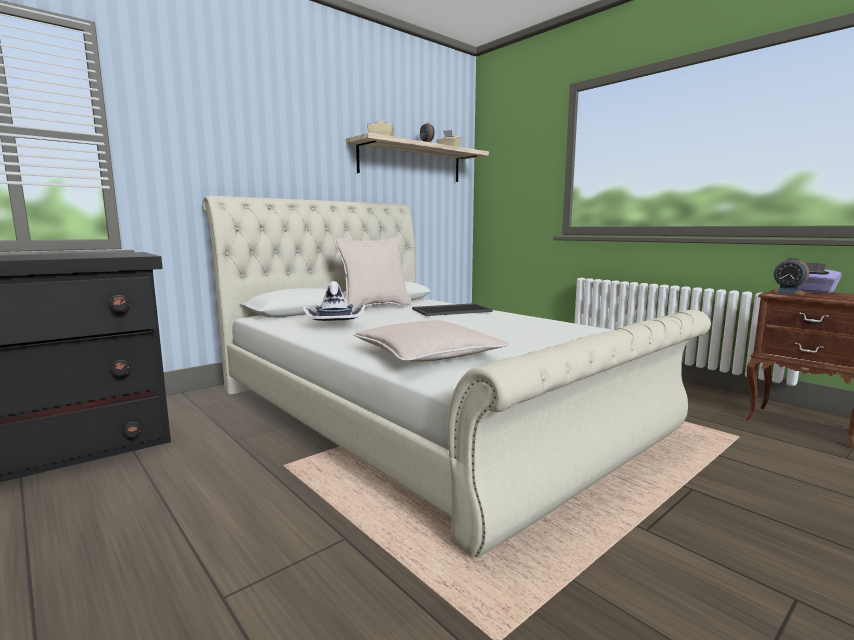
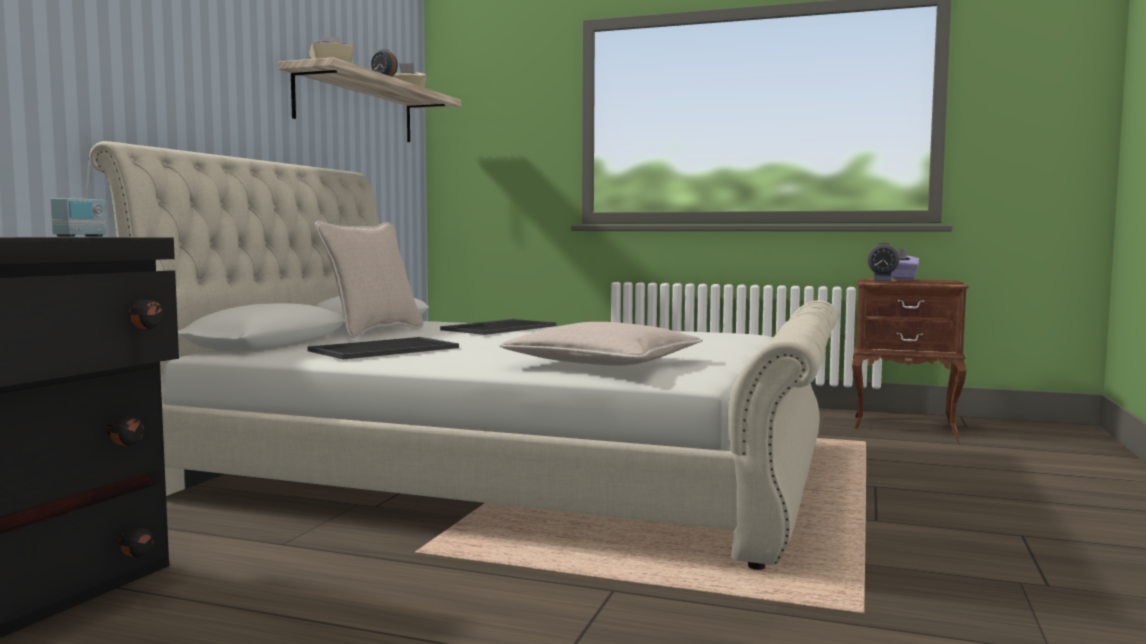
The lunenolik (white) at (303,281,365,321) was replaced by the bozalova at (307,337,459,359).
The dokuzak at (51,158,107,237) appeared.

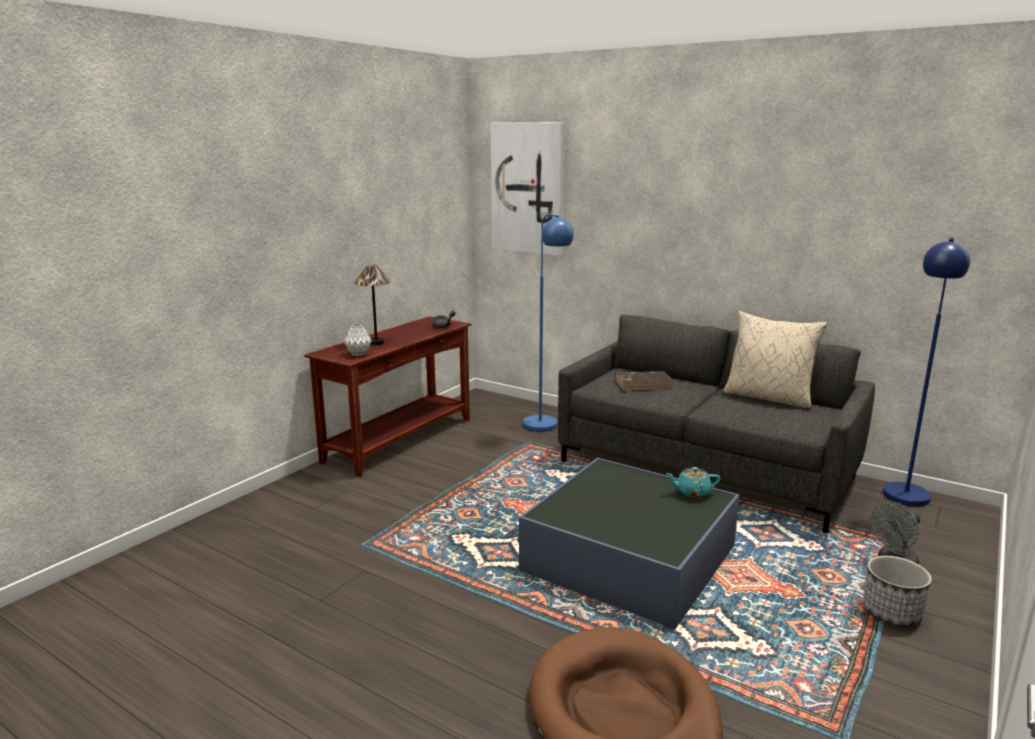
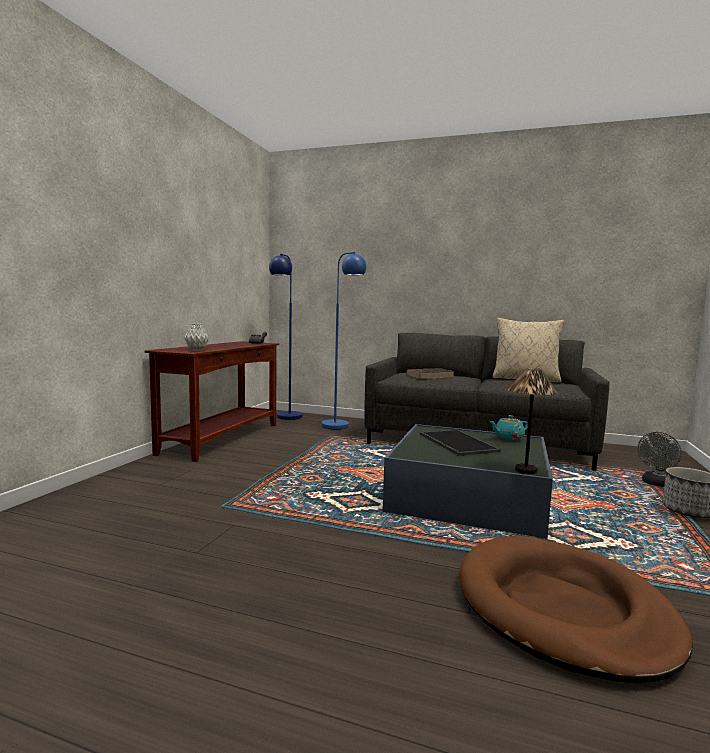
The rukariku at (491,122,565,256) disappeared.
The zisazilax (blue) moved from (883,236,970,507) to (269,254,303,420).
The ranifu moved from (354,265,391,345) to (507,368,558,474).
The bozalova at (420,430,501,456) appeared.

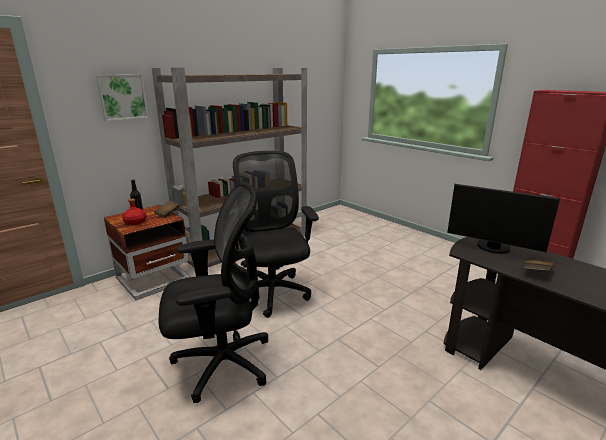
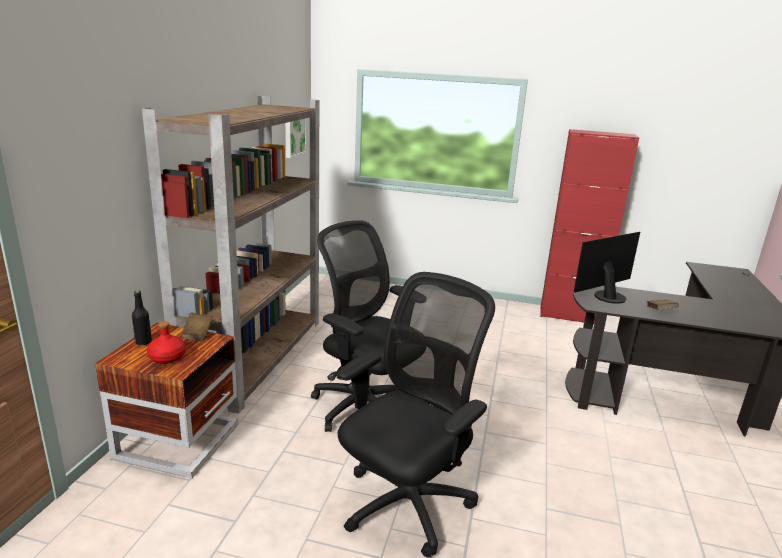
The rukariku moved from (96,75,149,121) to (285,119,306,158).
The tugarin at (447,184,560,254) turned 150 degrees clockwise.

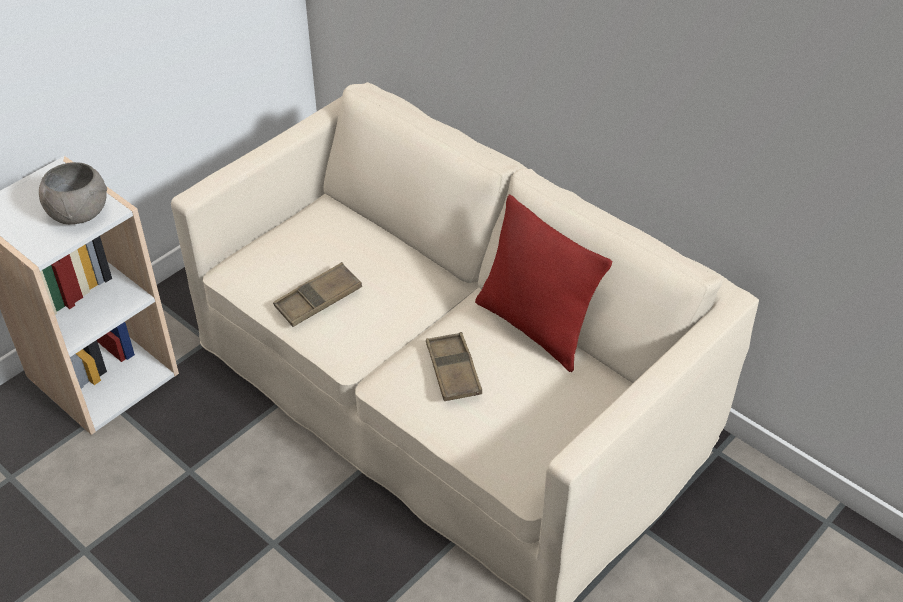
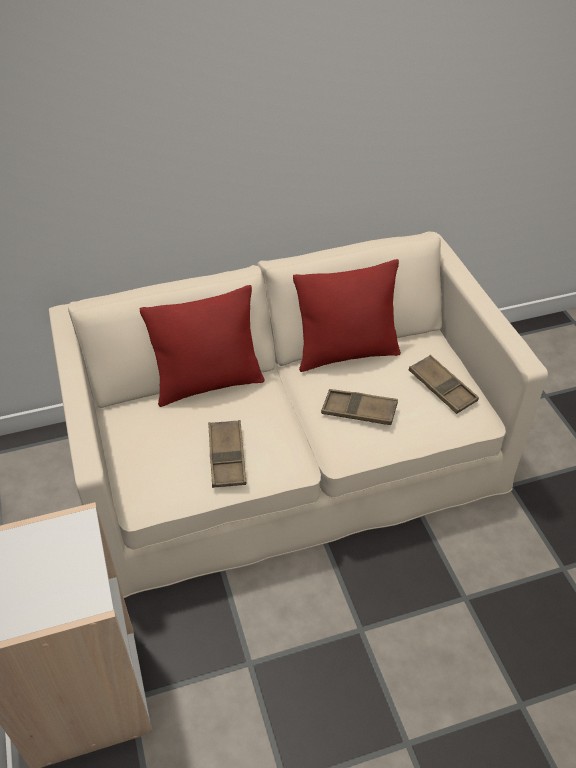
The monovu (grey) at (39,162,107,224) disappeared.
The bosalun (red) at (140,285,265,407) appeared.
The bozalova (brown) at (409,355,479,414) appeared.

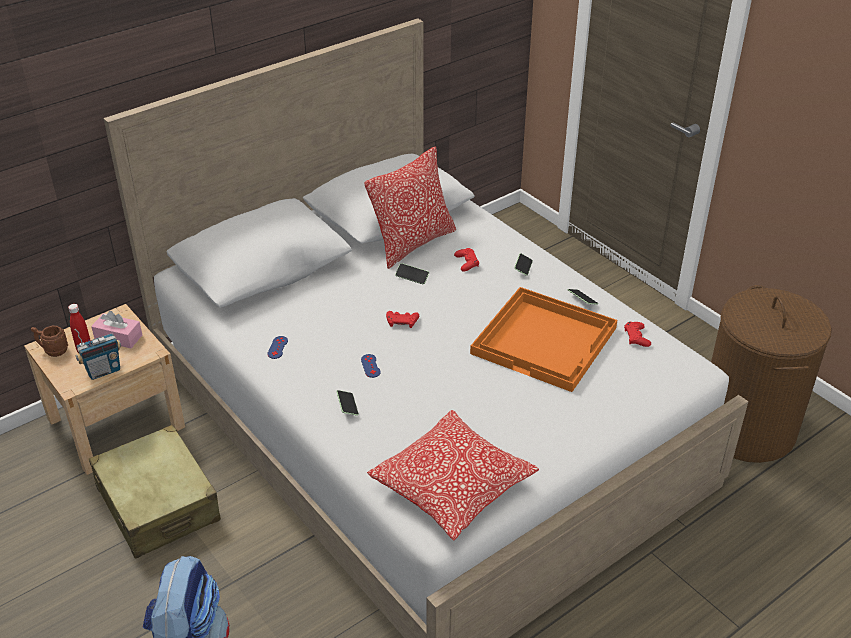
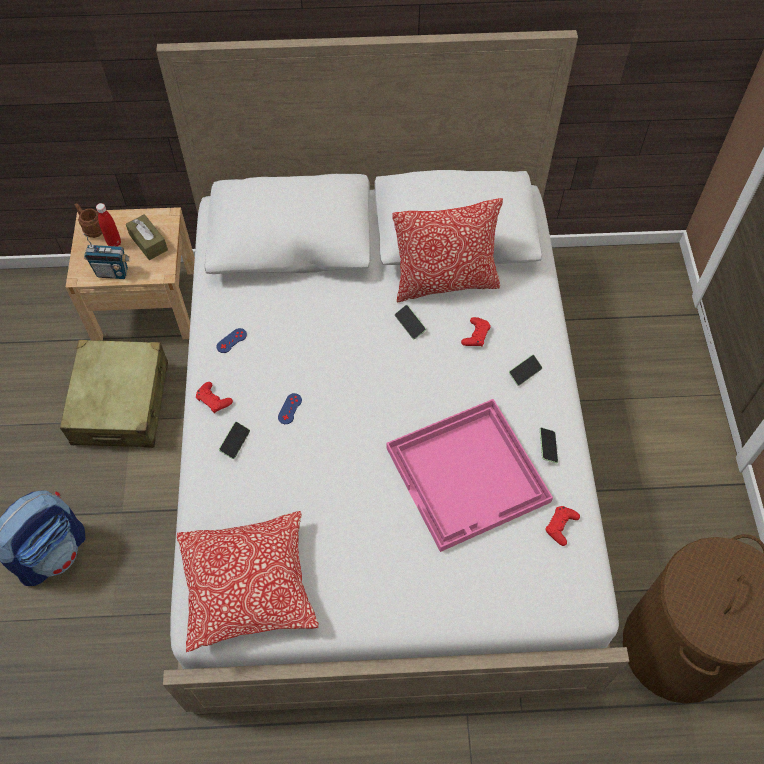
The bozalova (orange) at (470,287,617,392) became the bozalova (pink) at (386,399,553,552).
The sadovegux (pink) at (91,311,142,348) became the sadovegux (brown) at (126,214,168,260).
The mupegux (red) moved from (386,311,419,328) to (196,382,233,413).

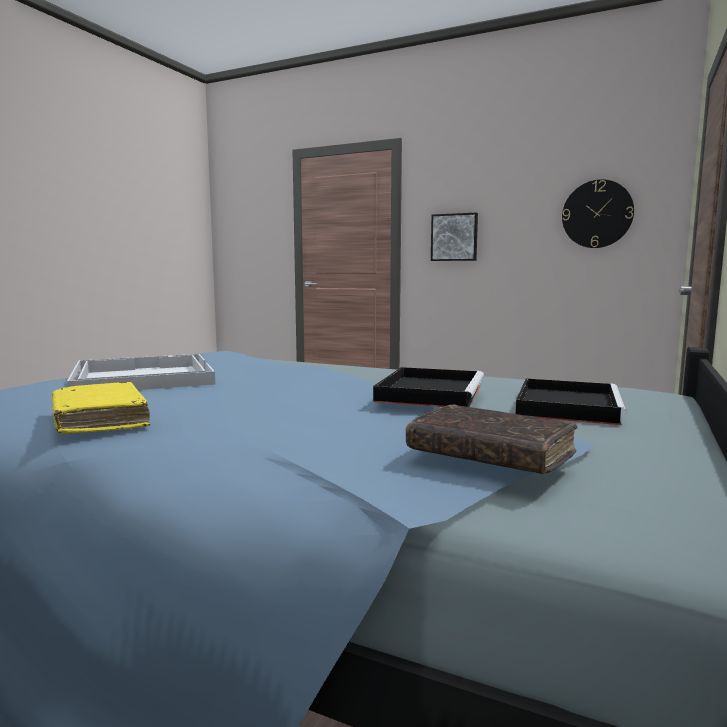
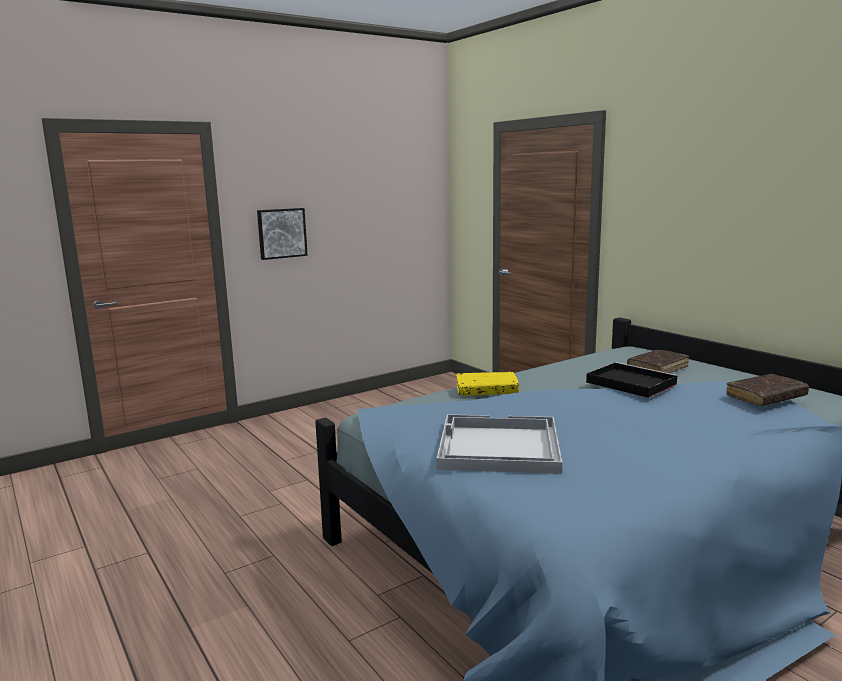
The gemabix at (562,179,634,248) disappeared.
The bozalova (black) at (515,378,626,425) was replaced by the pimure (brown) at (627,350,689,373).
The pimure (yellow) moved from (52,381,150,434) to (456,372,519,396).

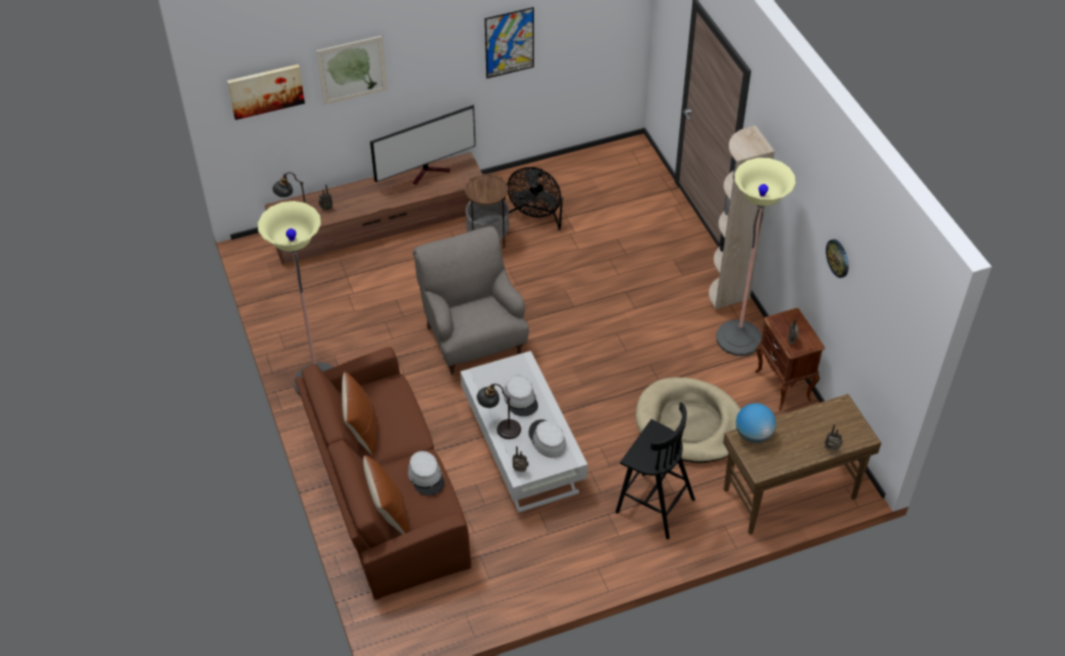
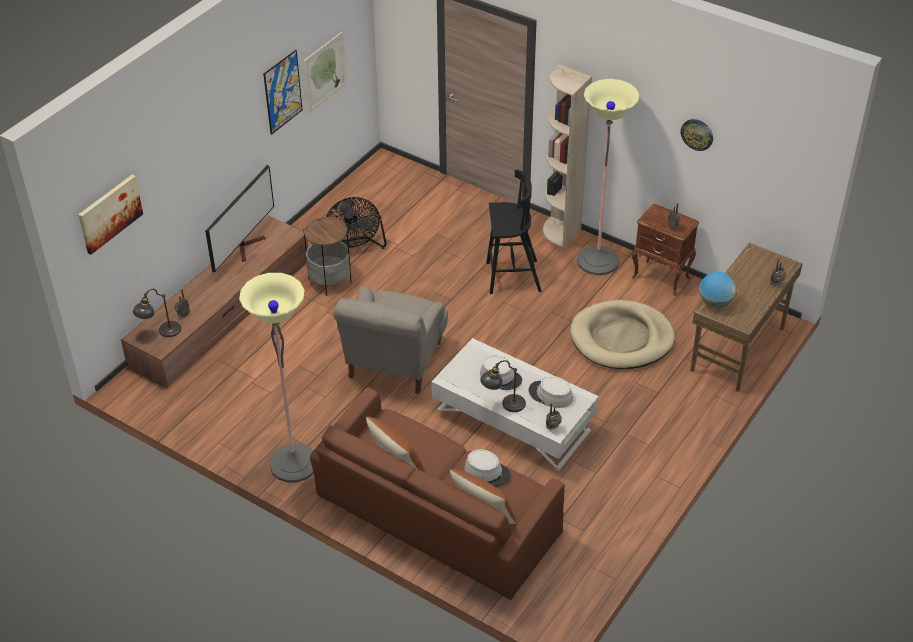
The rukariku moved from (316,36,388,105) to (304,32,347,114).
The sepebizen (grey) at (413,226,529,375) turned 105 degrees counterclockwise.
The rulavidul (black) moved from (615,402,695,539) to (486,169,542,294).

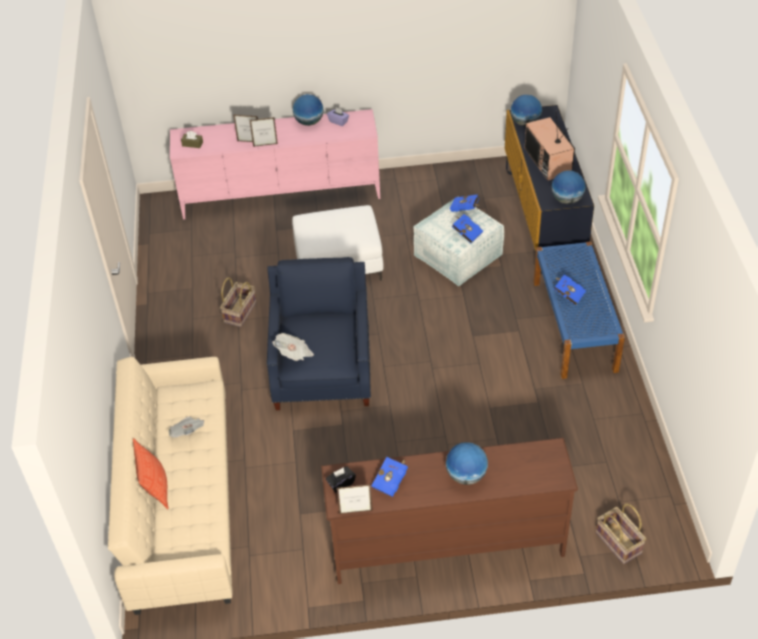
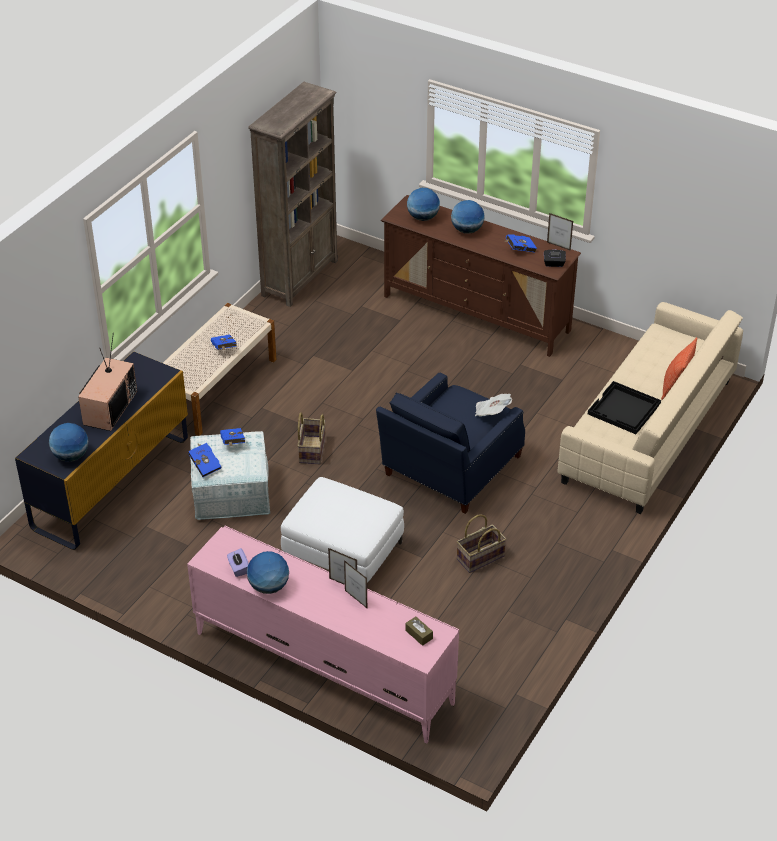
The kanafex moved from (552,170,585,204) to (407,188,440,221).
The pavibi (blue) at (533,241,625,379) became the pavibi (beige) at (163,303,276,436).
The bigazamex at (168,416,205,438) was replaced by the bozalova (black) at (588,381,661,434).
The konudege moved from (596,504,646,564) to (297,412,326,464).
The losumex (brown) at (248,82,338,307) appeared.

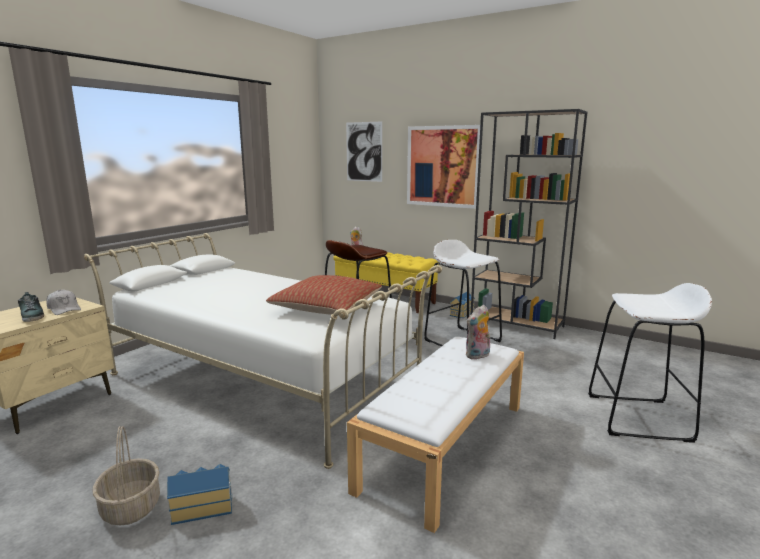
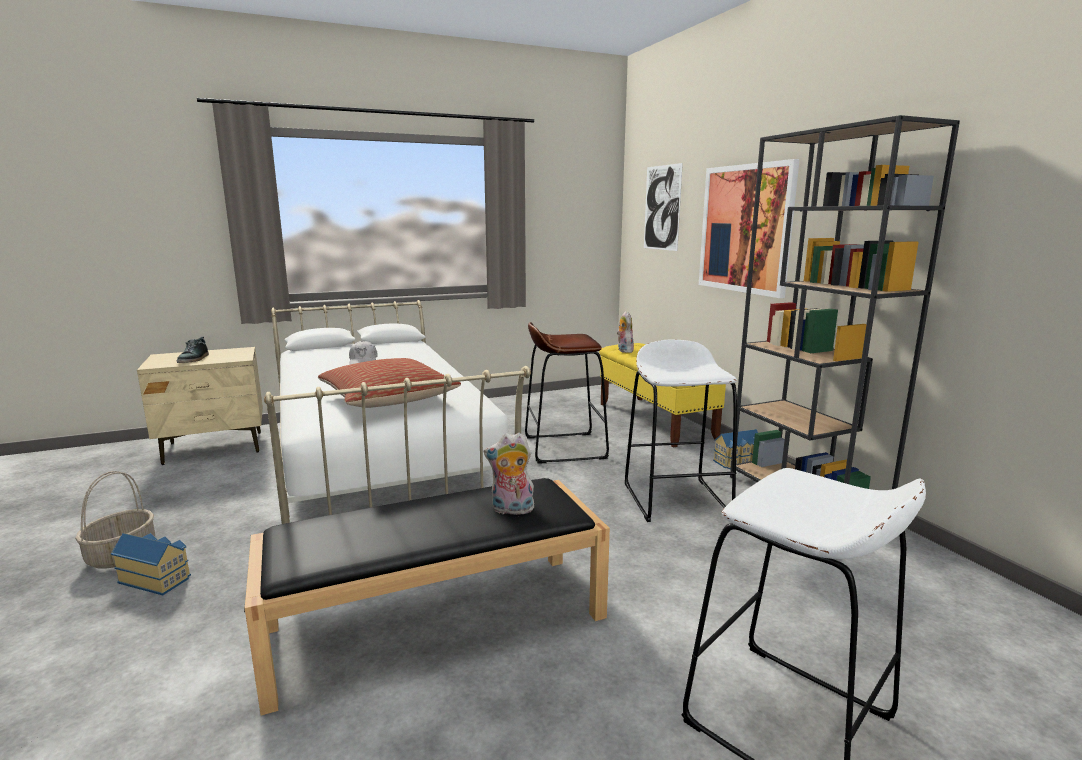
The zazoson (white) moved from (46,290,81,315) to (349,340,378,364).
The pavibi (white) at (347,337,524,533) became the pavibi (black) at (244,478,610,715).

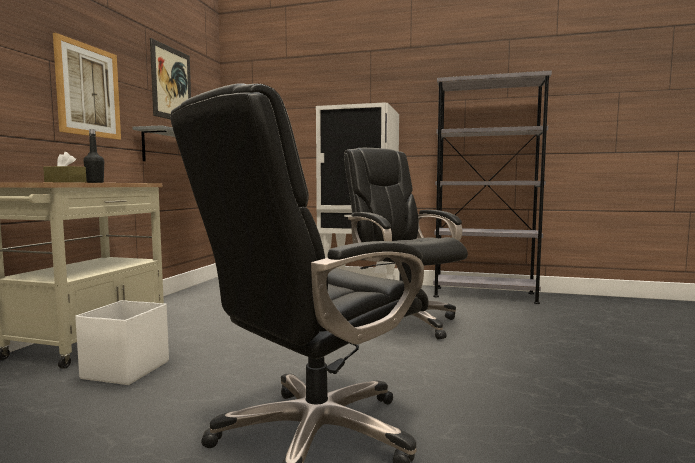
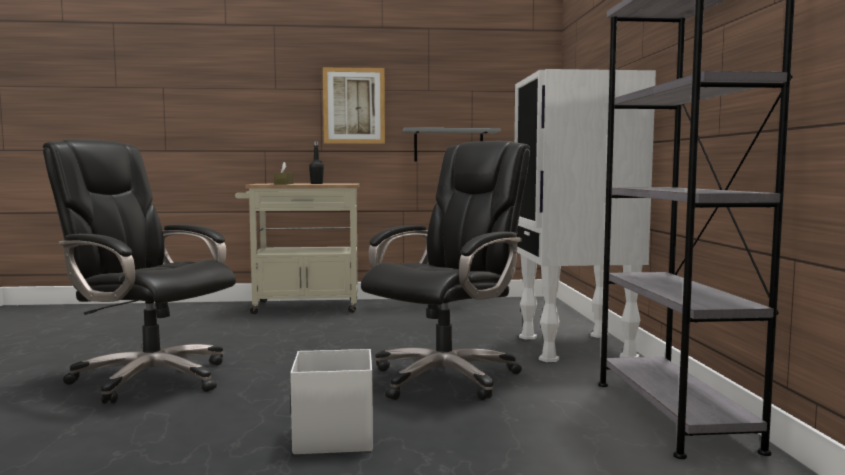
The rukariku at (150,38,191,119) disappeared.
The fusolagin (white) moved from (75,300,169,385) to (290,349,373,454).

